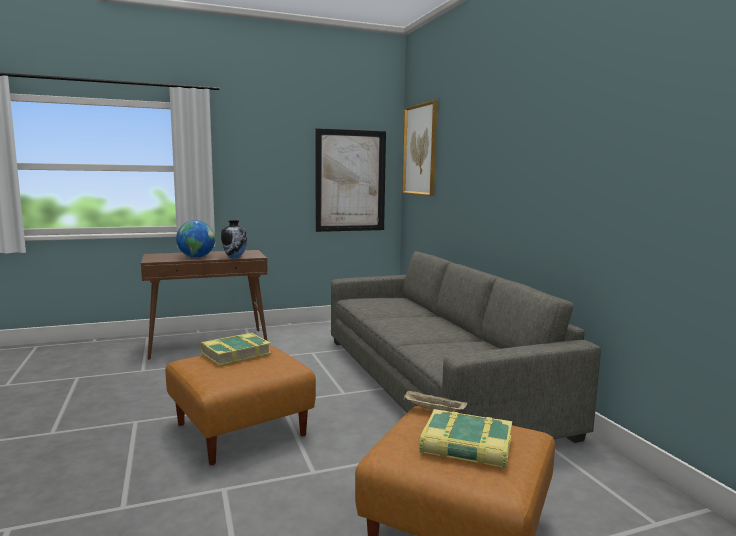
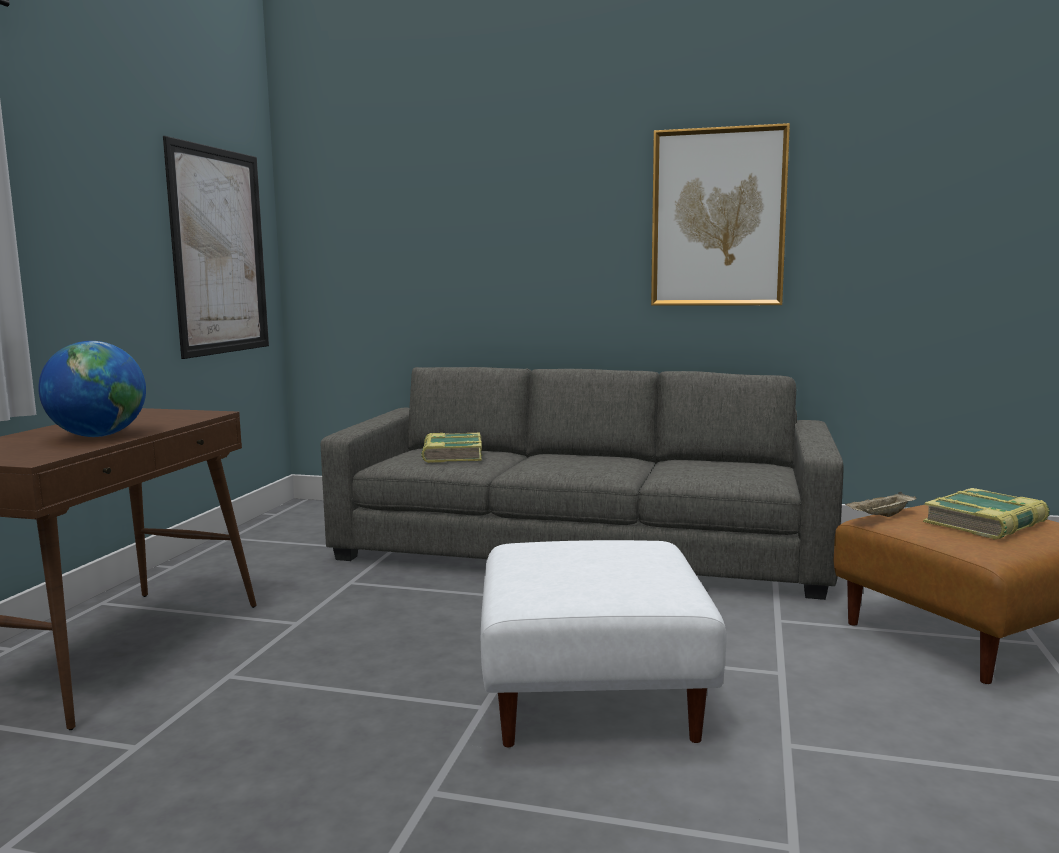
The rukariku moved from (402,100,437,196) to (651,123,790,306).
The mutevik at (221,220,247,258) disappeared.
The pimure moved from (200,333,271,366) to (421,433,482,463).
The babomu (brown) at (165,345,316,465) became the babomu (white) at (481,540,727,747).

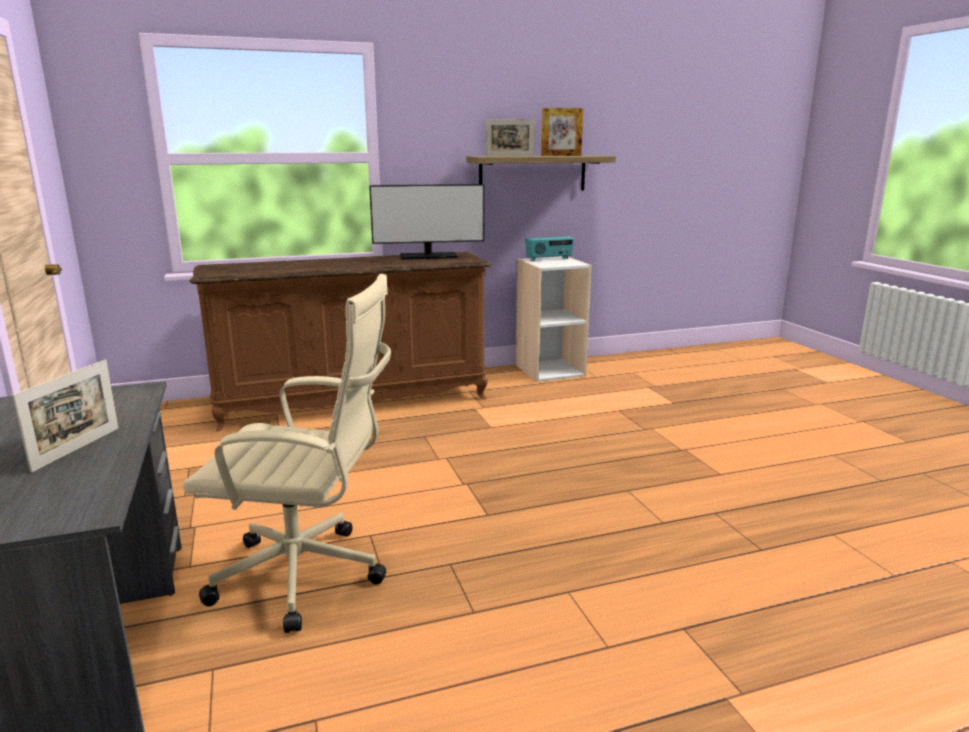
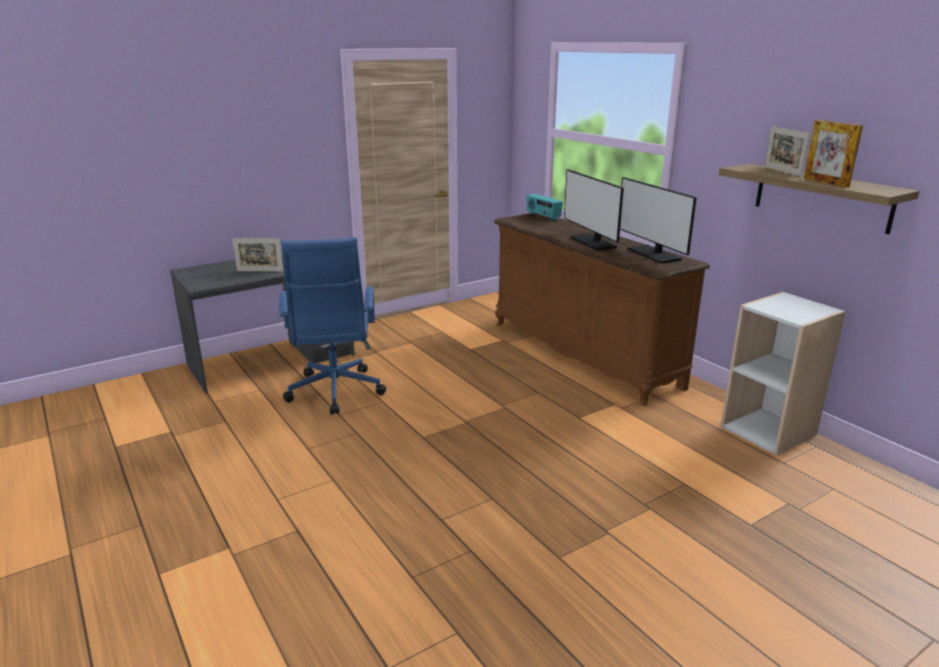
The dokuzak moved from (525,236,574,261) to (526,194,563,221).
The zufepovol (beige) at (183,274,391,633) became the zufepovol (blue) at (279,237,386,415).
The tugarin at (564,169,624,251) appeared.

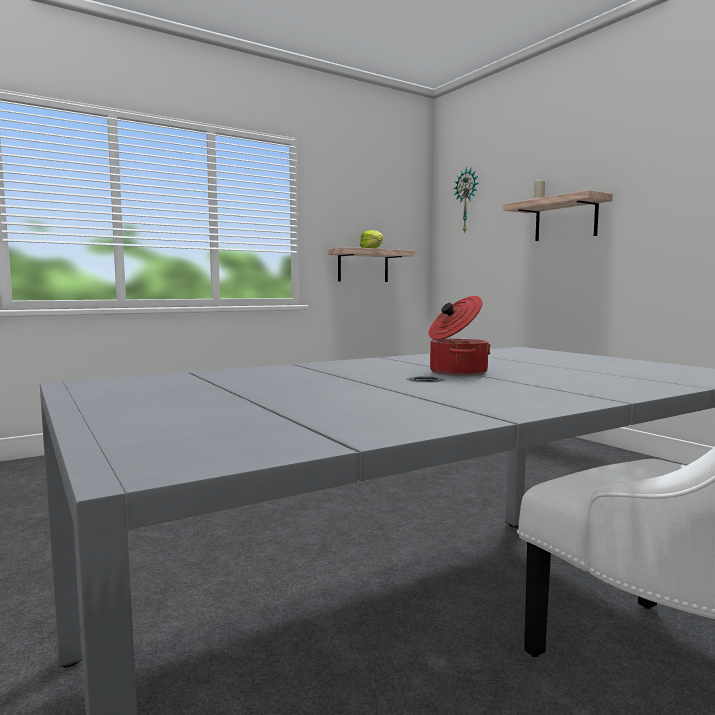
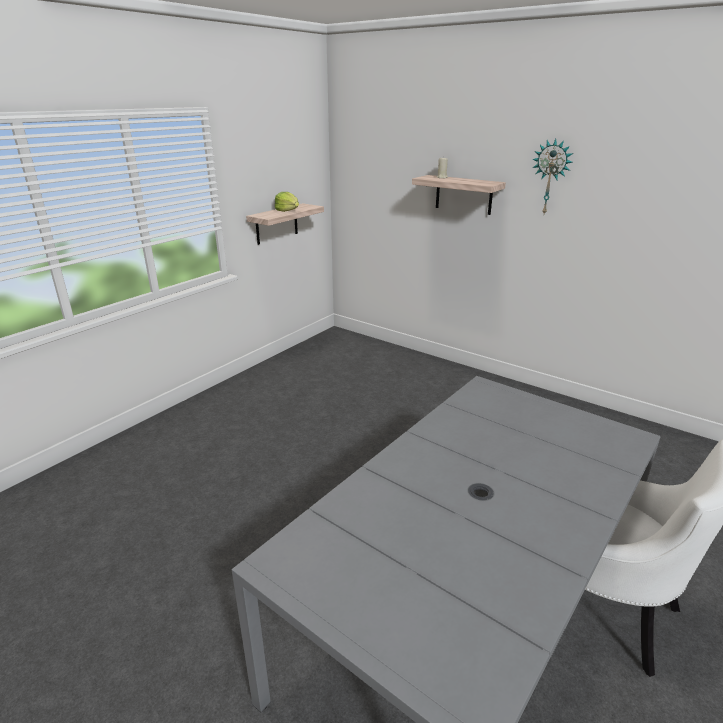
The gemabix moved from (453,168,478,234) to (532,139,573,214).
The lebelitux at (429,296,491,376) disappeared.

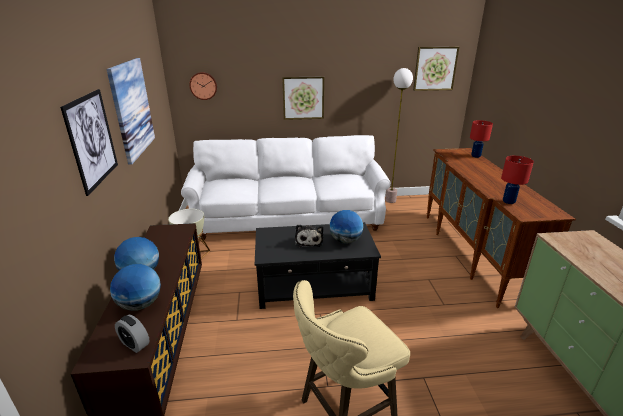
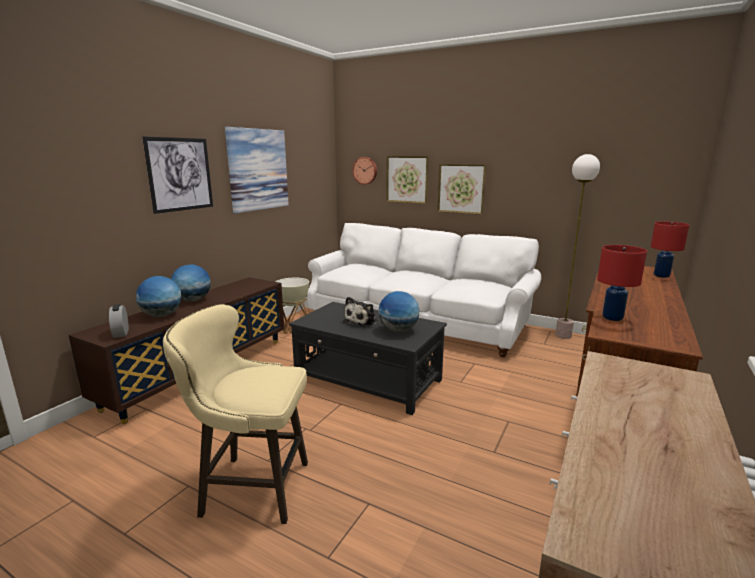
The rukariku moved from (413,47,459,91) to (386,156,429,204).

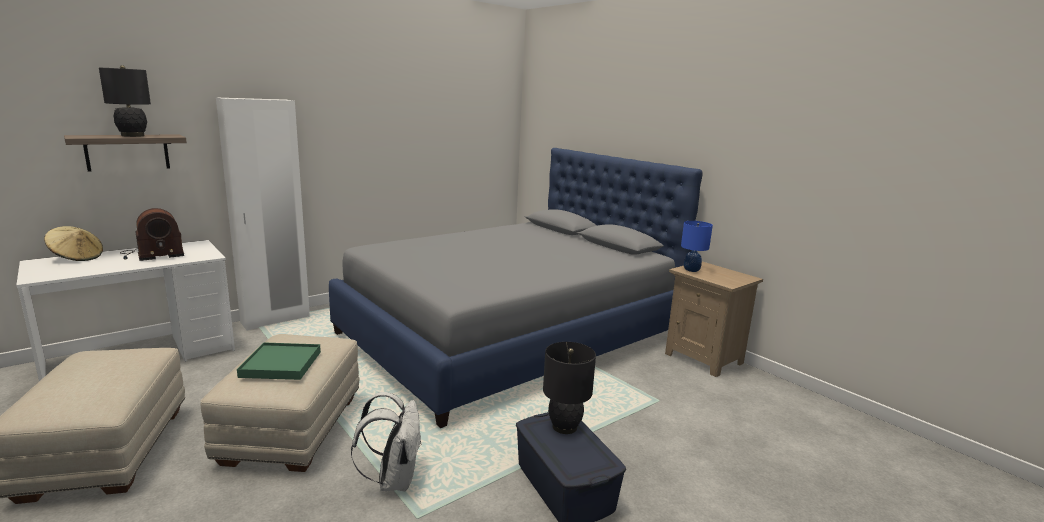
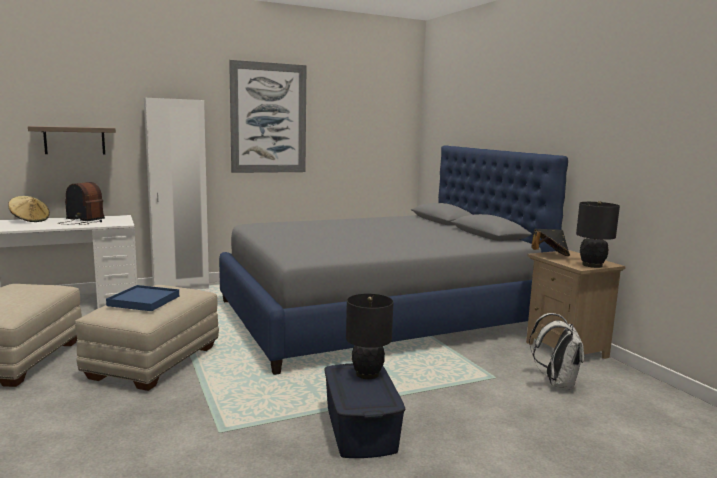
The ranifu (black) moved from (99,65,151,137) to (576,201,620,268).
The dokuzak at (120,208,184,261) turned 135 degrees counterclockwise.
The ranifu (blue) at (681,221,713,272) was replaced by the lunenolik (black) at (531,229,570,256).
The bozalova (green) at (237,342,321,380) became the bozalova (blue) at (106,285,179,311).
The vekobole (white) moved from (351,392,422,492) to (529,313,584,390).
The rukariku at (229,60,307,173) appeared.

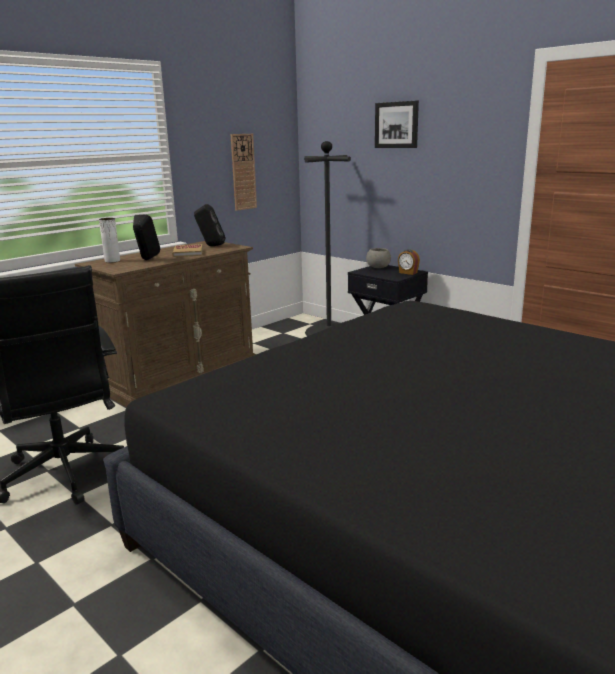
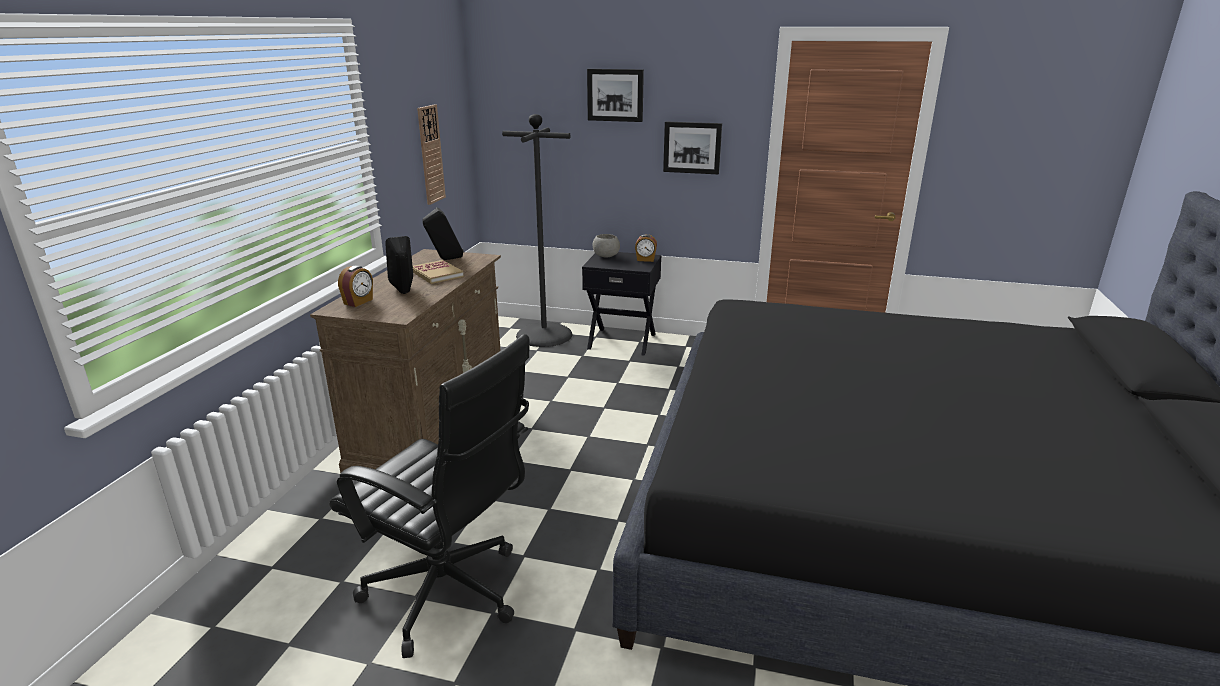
The mutevik (white) at (99,218,120,263) was replaced by the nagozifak at (338,265,373,307).
The rukariku at (663,121,722,175) appeared.

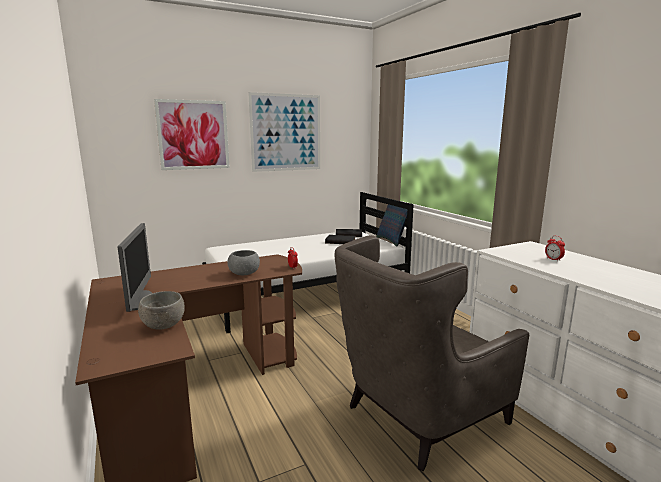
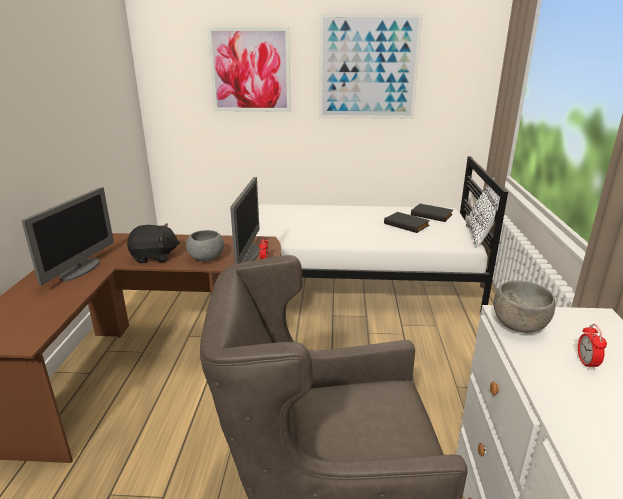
The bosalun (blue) at (377,204,407,247) became the bosalun (white) at (466,178,500,248).
The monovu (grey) moved from (138,291,185,330) to (493,280,556,333).
The tugarin at (230,177,259,264) appeared.
The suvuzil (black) at (127,223,180,263) appeared.

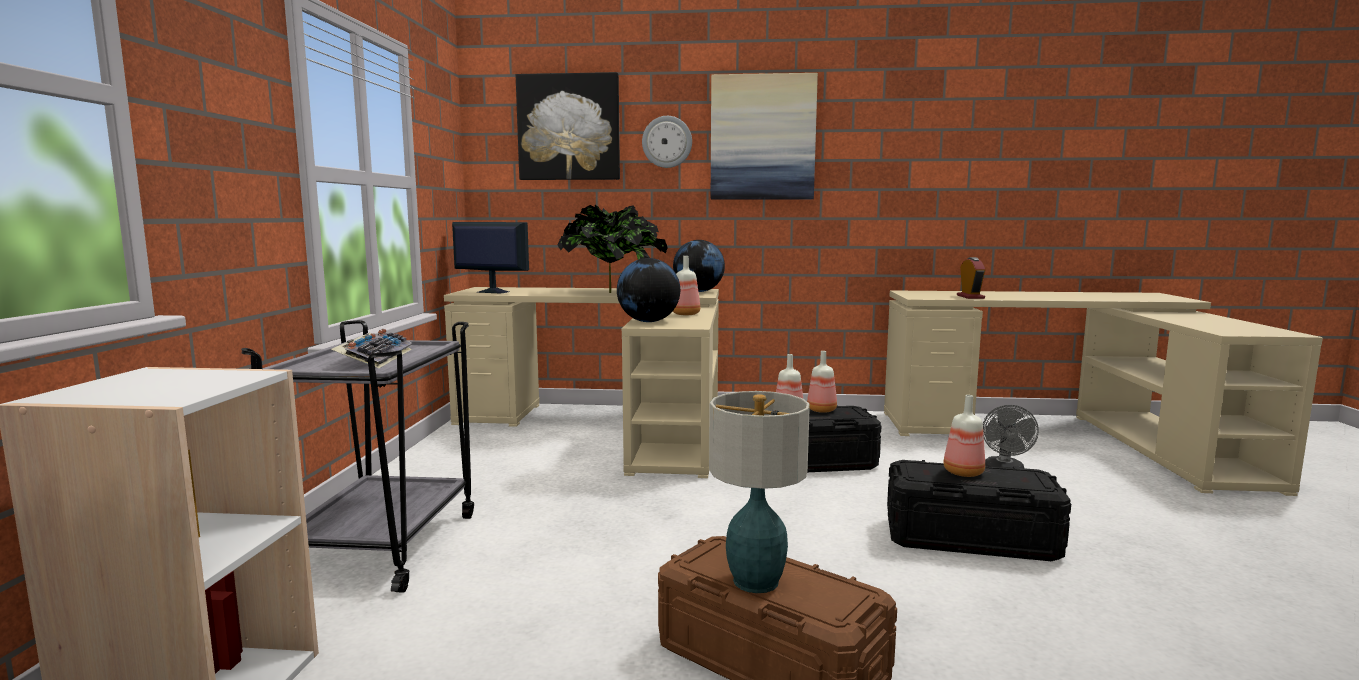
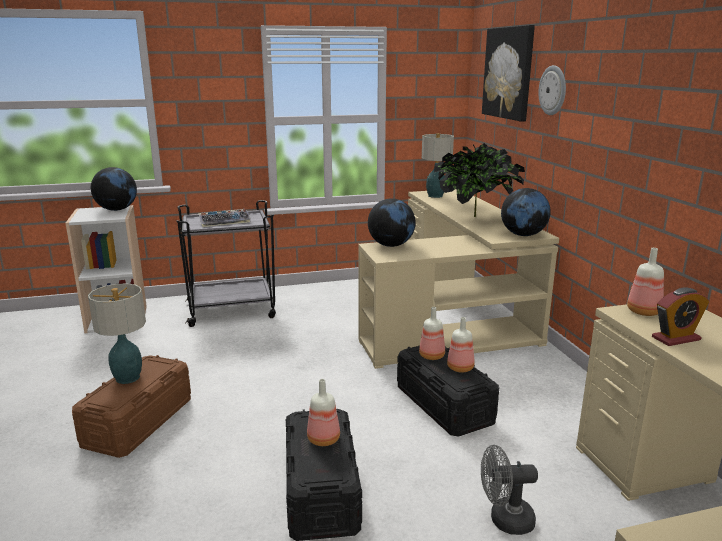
The rukariku at (711,73,818,200) disappeared.
The tugarin at (452,222,529,293) was replaced by the ranifu at (422,133,454,198).
The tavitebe moved from (673,256,700,315) to (627,248,664,316).
The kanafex at (91,167,137,211) appeared.

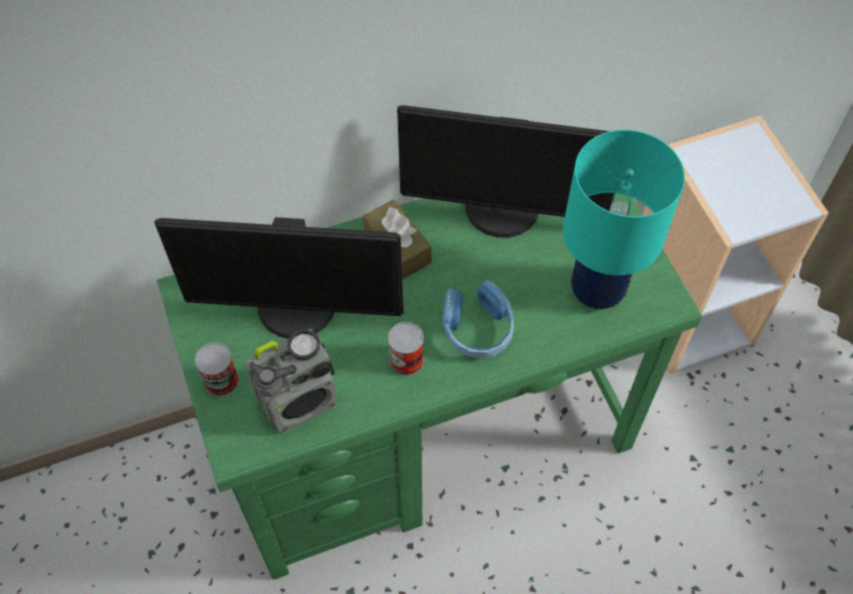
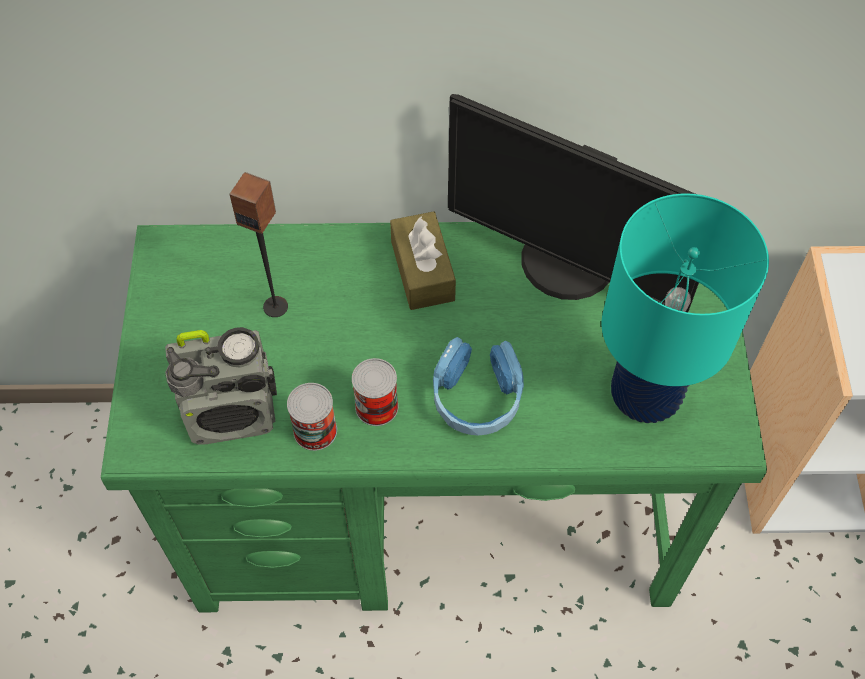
The tugarin at (154,217,404,339) was replaced by the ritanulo at (230,172,288,317).
The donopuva moved from (195,343,239,396) to (287,383,337,451).

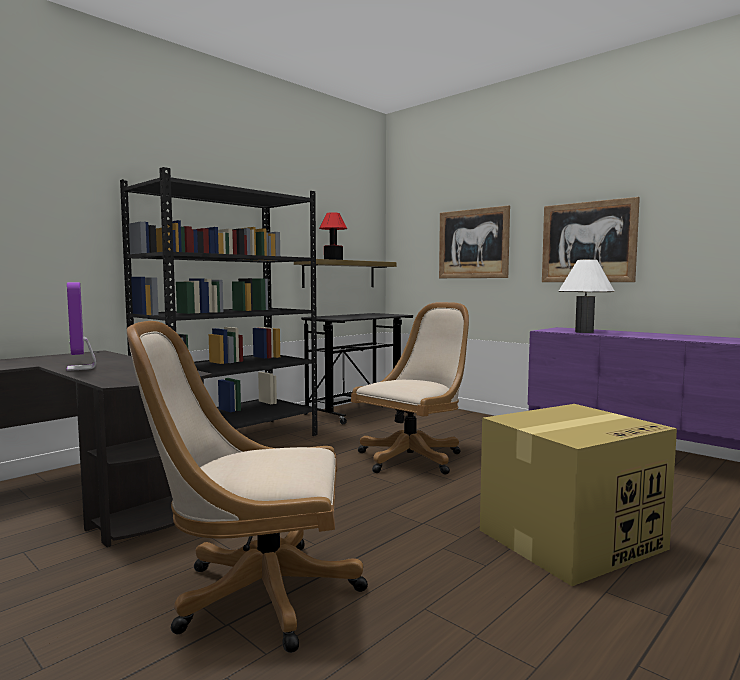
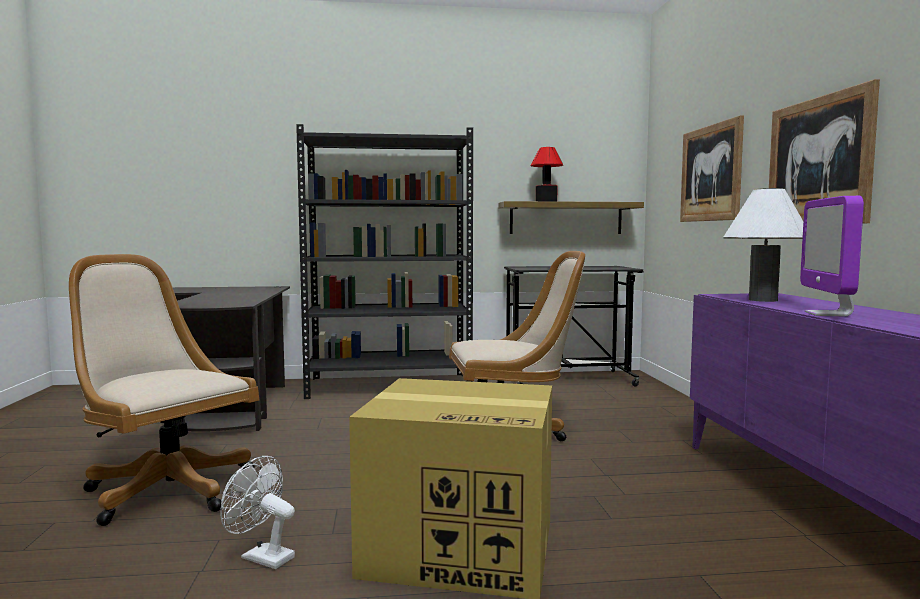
The tugarin moved from (66,282,96,371) to (800,196,864,316).
The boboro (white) at (220,456,295,569) appeared.

